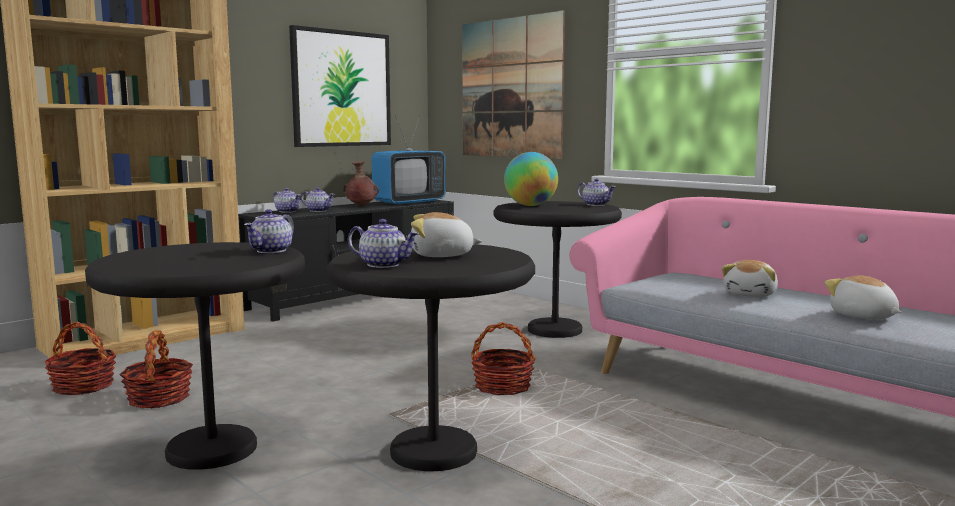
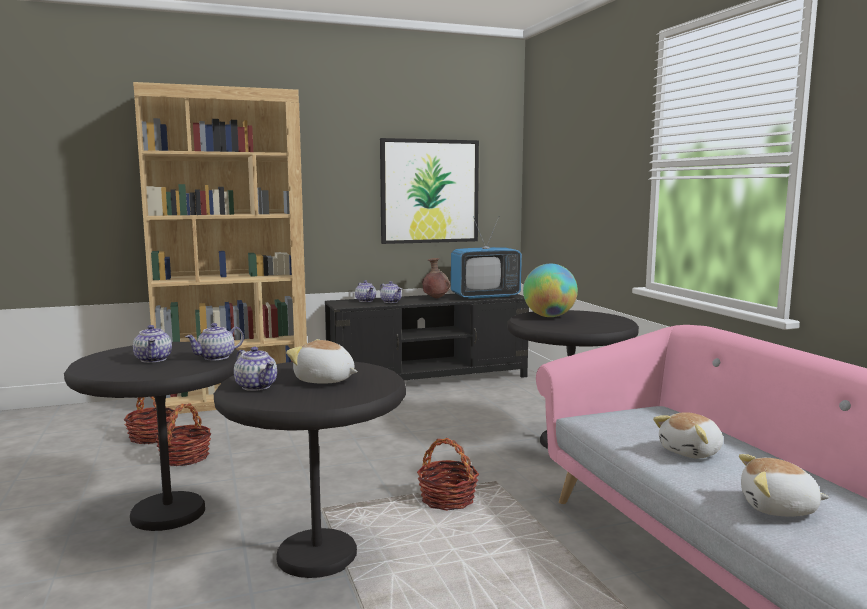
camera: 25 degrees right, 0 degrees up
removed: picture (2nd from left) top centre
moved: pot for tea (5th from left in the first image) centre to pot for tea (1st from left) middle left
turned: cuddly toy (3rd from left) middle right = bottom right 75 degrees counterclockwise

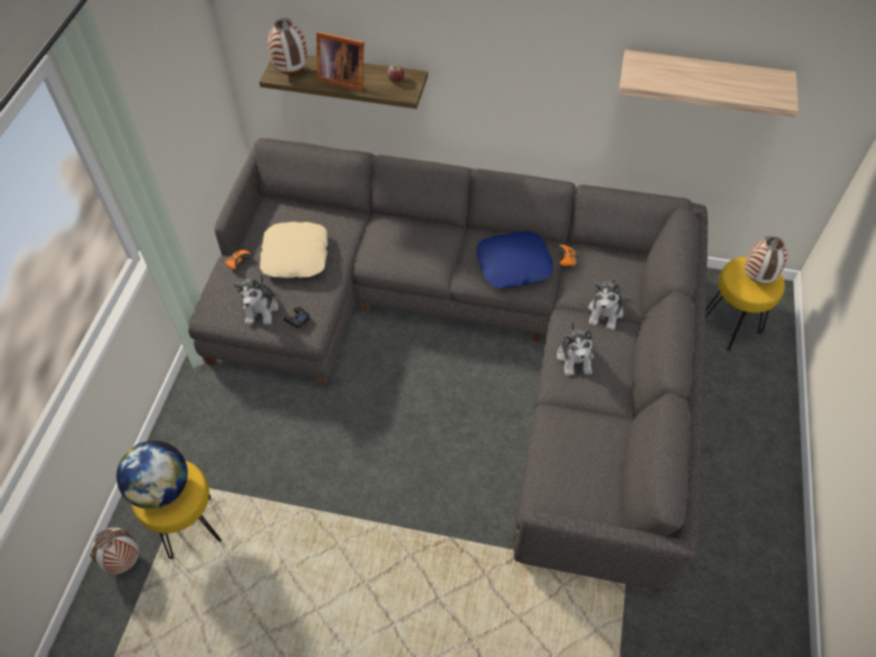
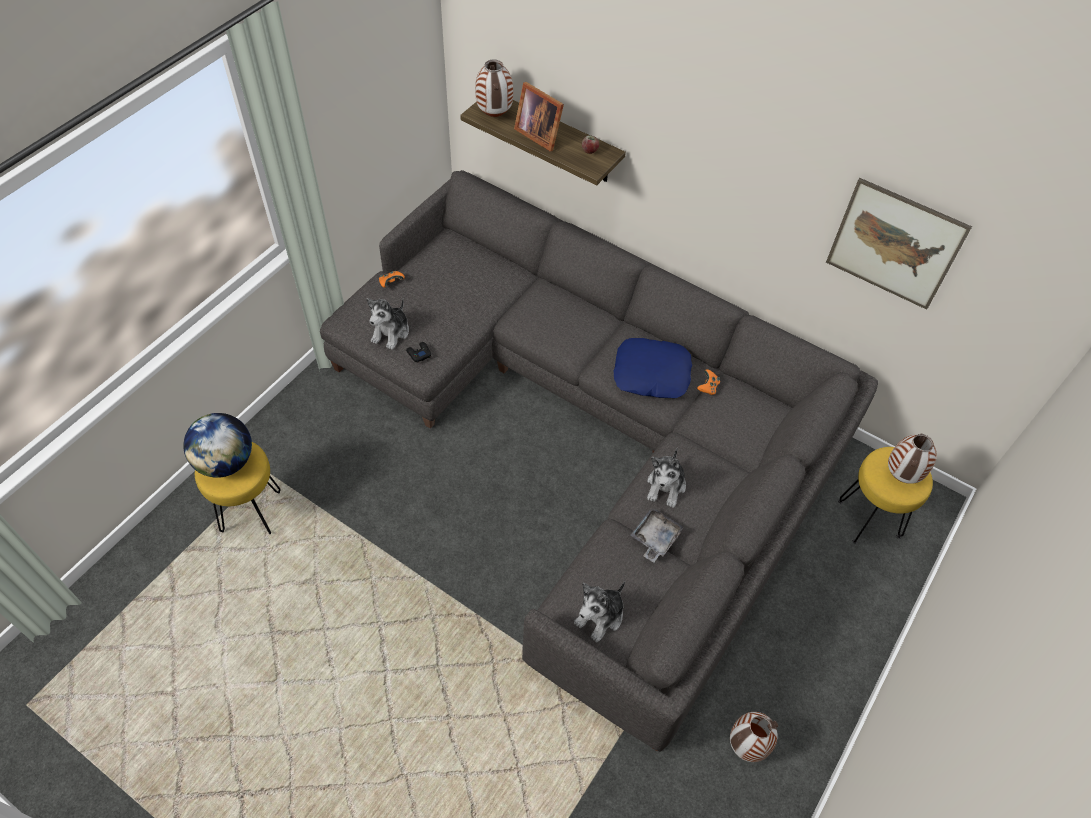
camera: 20 degrees right, 0 degrees up
removed: throw pillow in sand-coloured centre
added: serving tray in grey centre
moved: vase (1st from left in the first image) bottom left to vase (2nd from left) bottom right; cuddly toy (3rd from left in the first image) middle right to cuddly toy (2nd from left) bottom centre
replaced: shelf (2nd from left) top right to picture top right

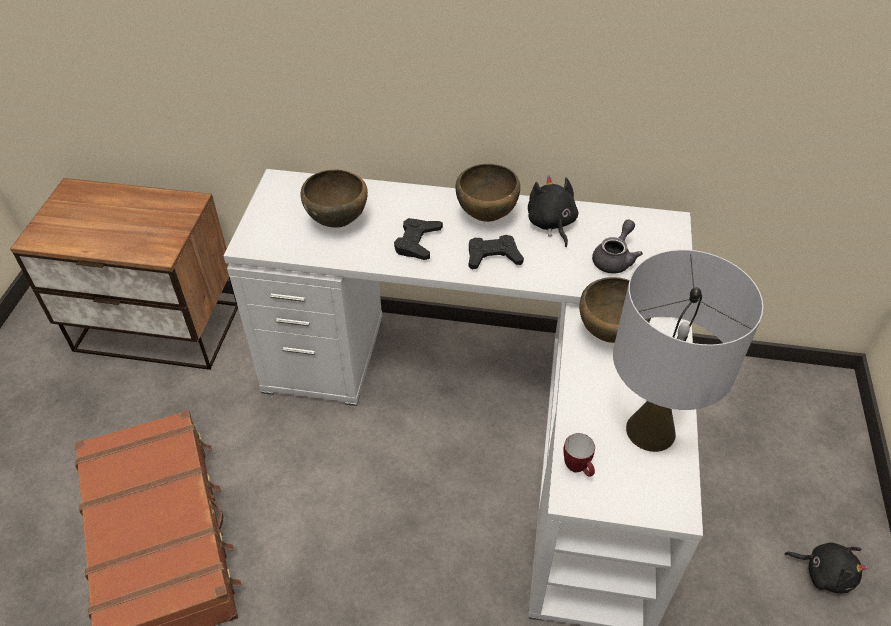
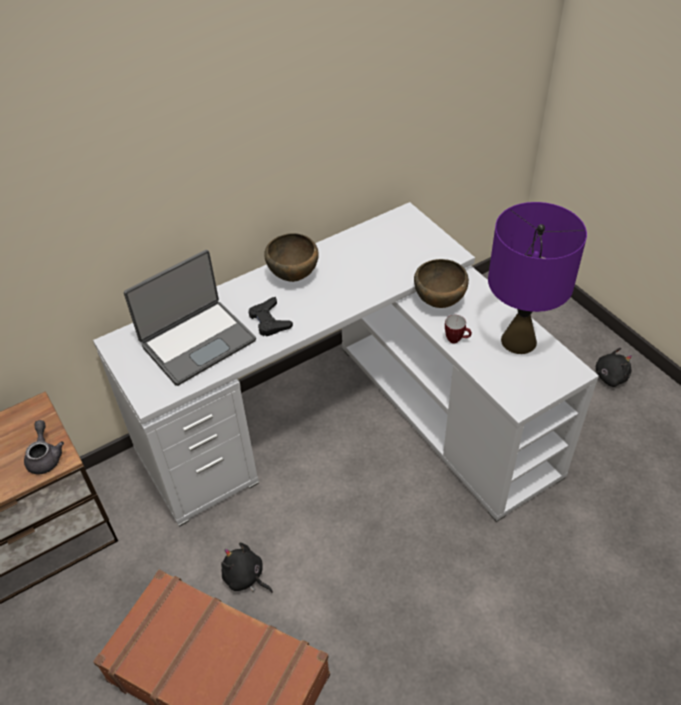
camera: 40 degrees left, 0 degrees up
removed: joypad in black-coloured (2nd from left) centre
moved: cuddly toy in black-coloured (1st from left) centre to bottom centre; coffee mug bottom centre to middle right; pot for tea in grey middle right to middle left
replaced: serving bowl in brown-coloured (1st from left) top centre to portable computer middle left
recoloured: table lamp in grey middle right to table lamp in purplish middle right

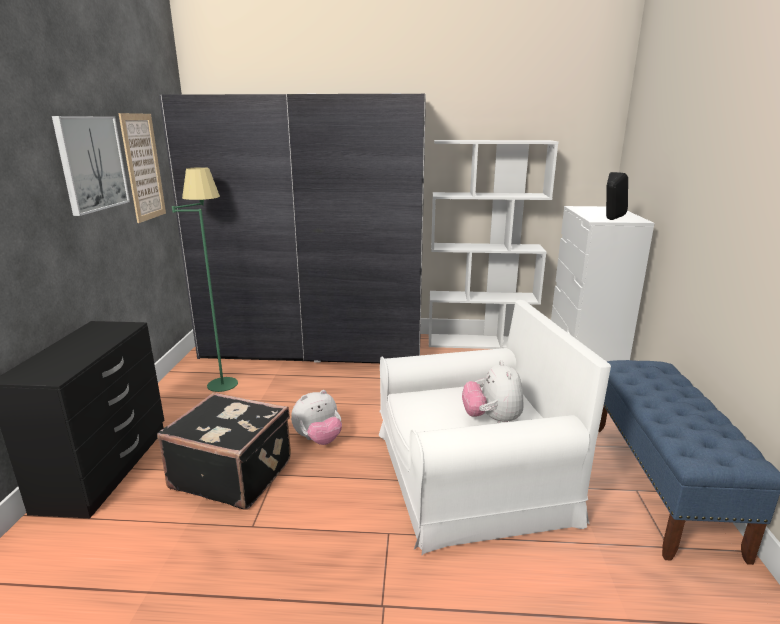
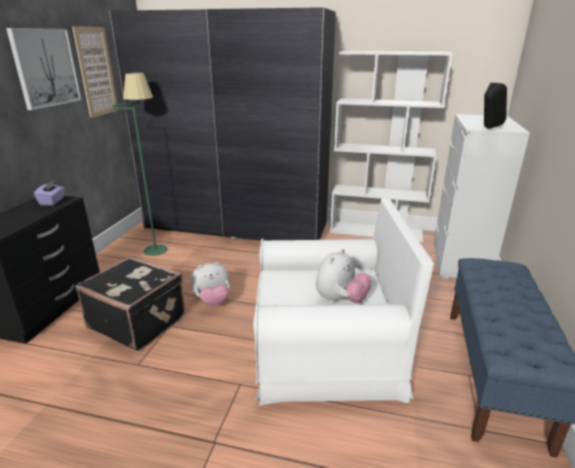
camera: 10 degrees right, 5 degrees up
added: tissue box in purplish middle left
turned: cuddly toy (2nd from left) centre = centre 150 degrees counterclockwise

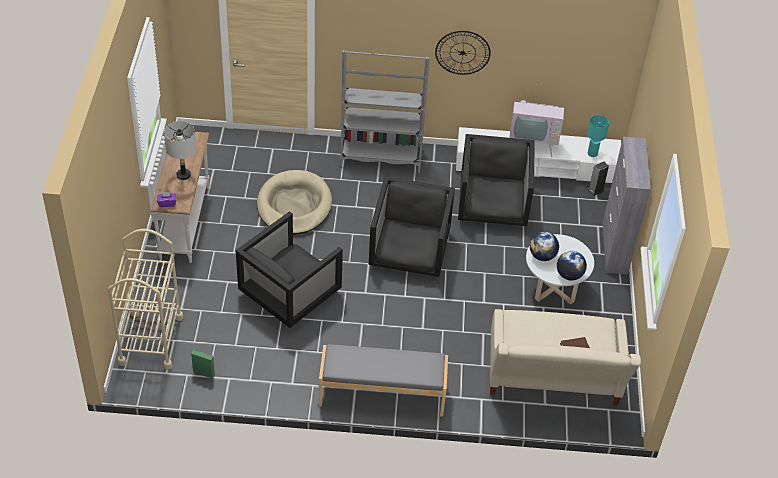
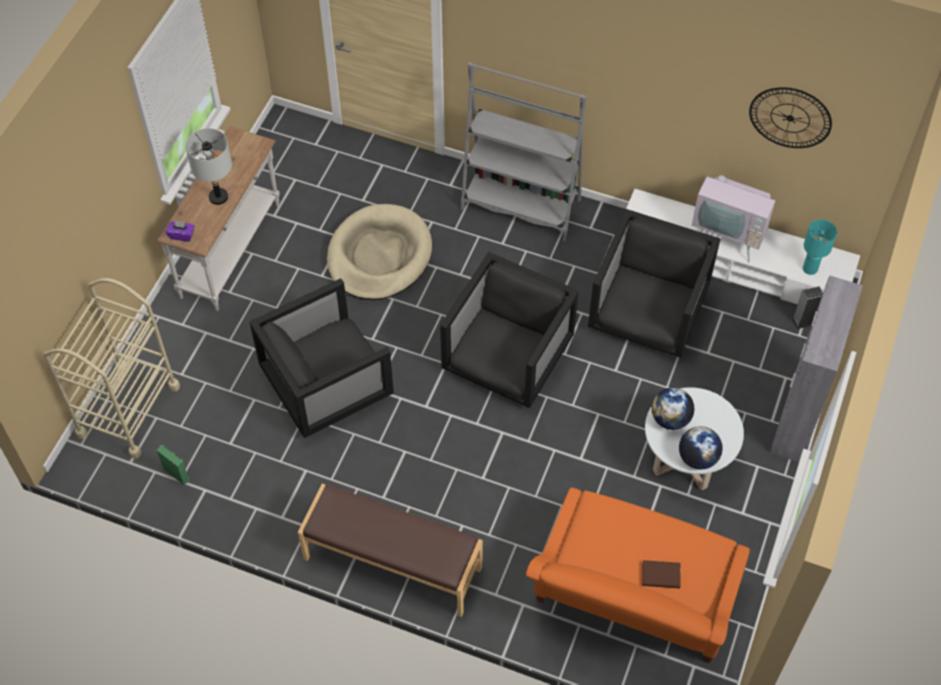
camera: 20 degrees right, 10 degrees up
moved: hanging clock top centre to top right
recoloured: long seat in grey bottom centre to long seat in brown-coloured bottom centre; settee in sand-coloured bottom right to settee in orange-coloured bottom right

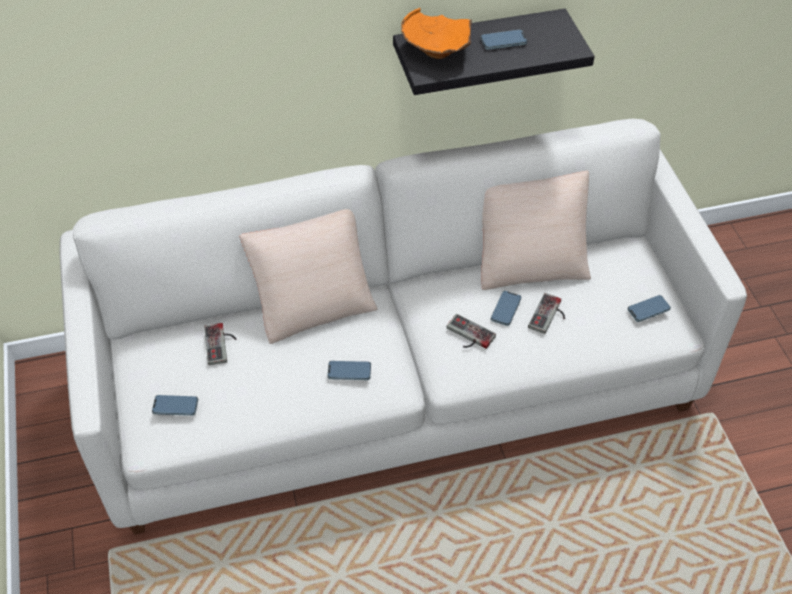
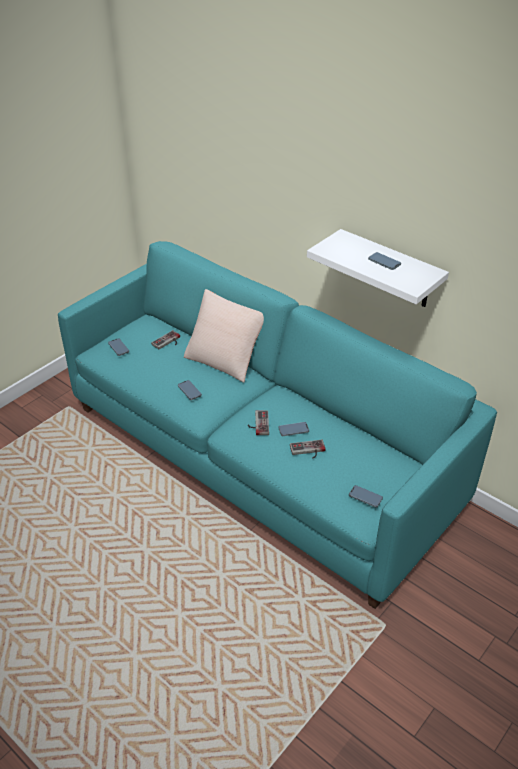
camera: 55 degrees right, 10 degrees down
removed: serving bowl in orange-coloured top centre; throw pillow in sand-coloured (2nd from left) middle right
recoloured: settee in white-coloured centre to settee in turquoise-coloured centre; shelf in black-coloured top centre to shelf in white-coloured middle right

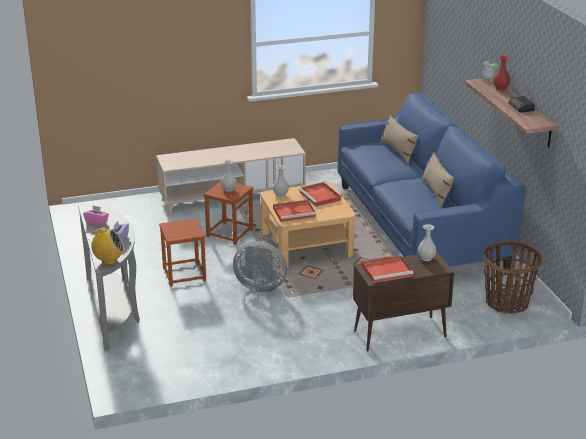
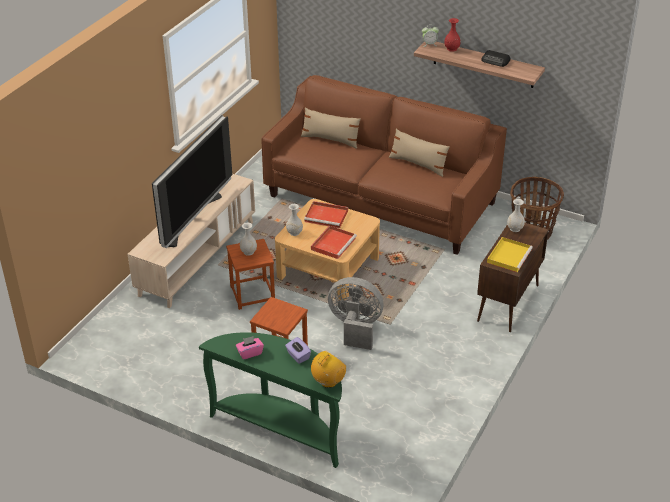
camera: 45 degrees left, 10 degrees up
added: TV set middle left
recoloured: hall table in grey middle left to hall table in greenish bottom centre; settee in bluish middle right to settee in brown-coloured top centre; serving tray in red (3rd from left) centre to serving tray in yellow middle right
turned: fan in grey centre = centre 135 degrees counterclockwise

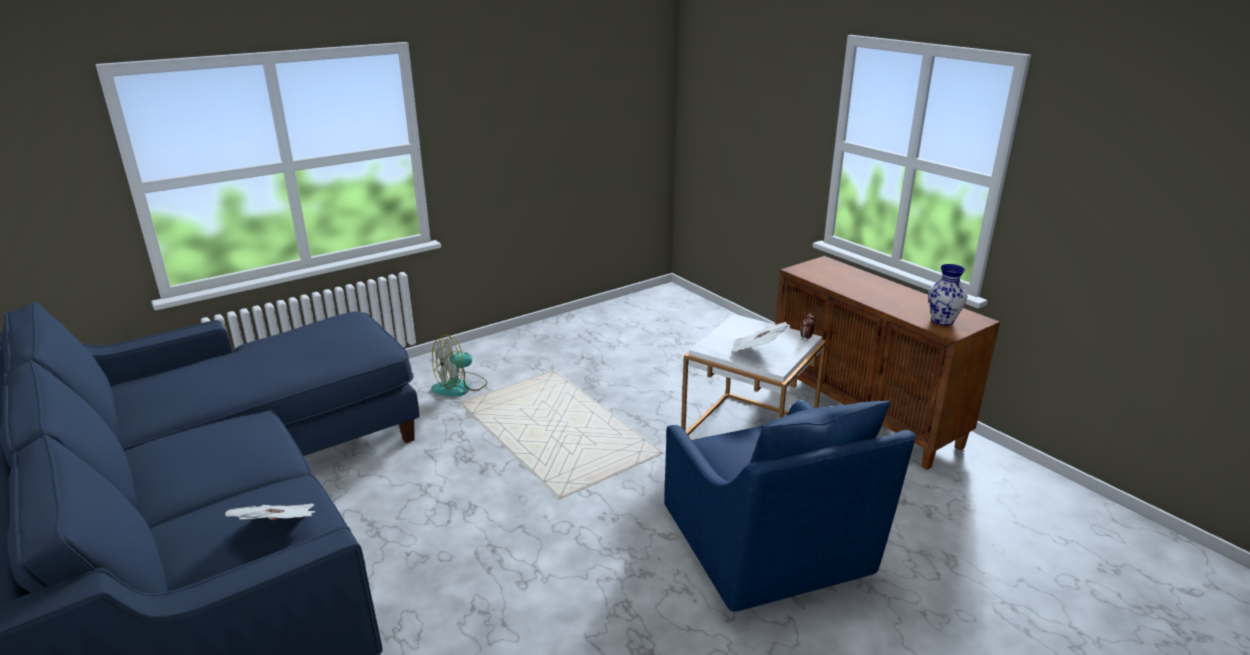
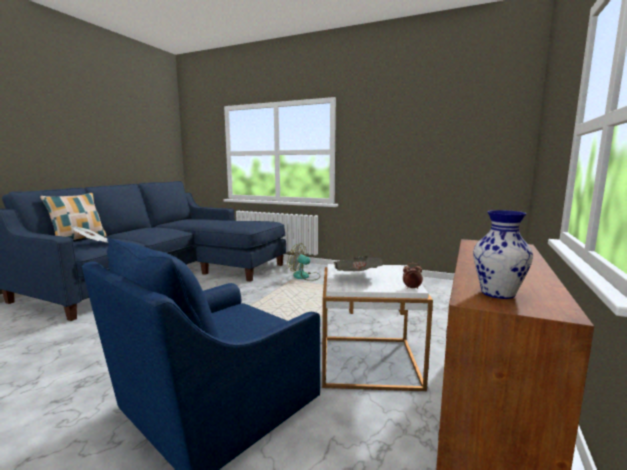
camera: 60 degrees right, 15 degrees down
added: throw pillow middle left

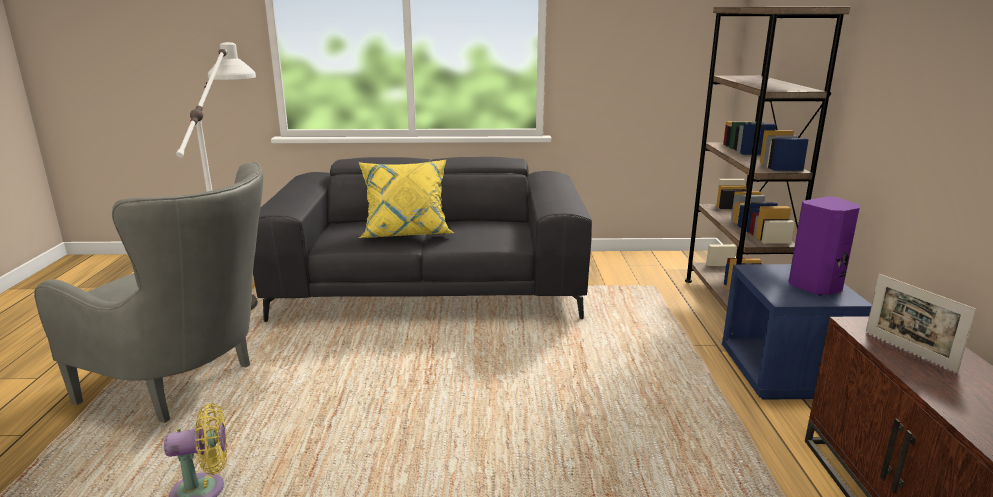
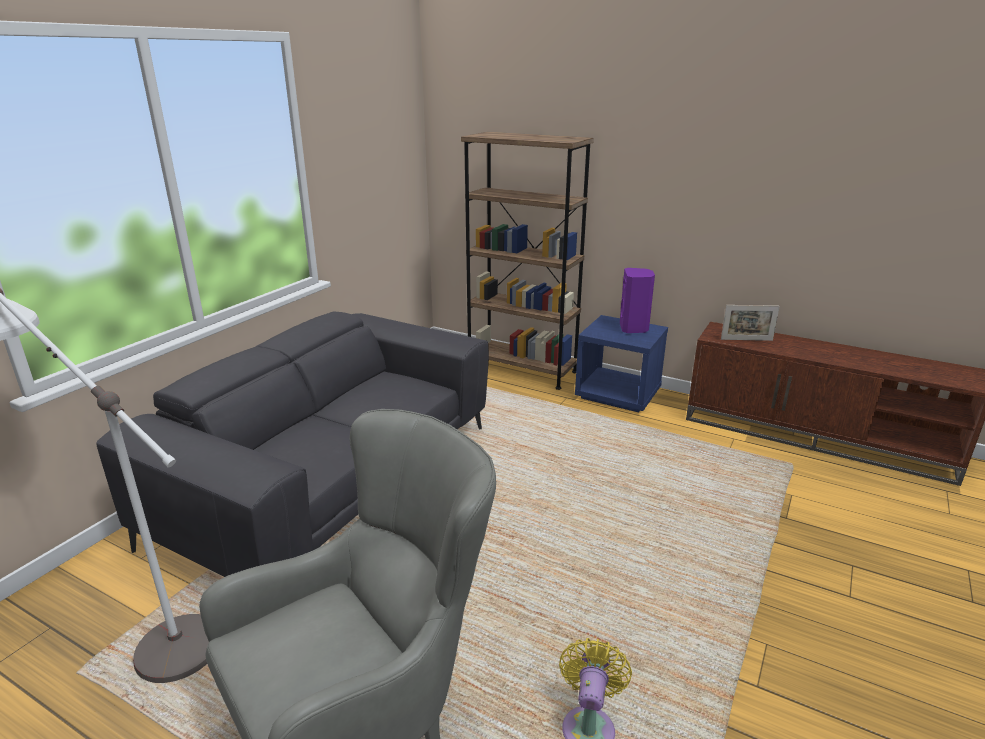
camera: 60 degrees left, 5 degrees up
removed: throw pillow in yellow centre

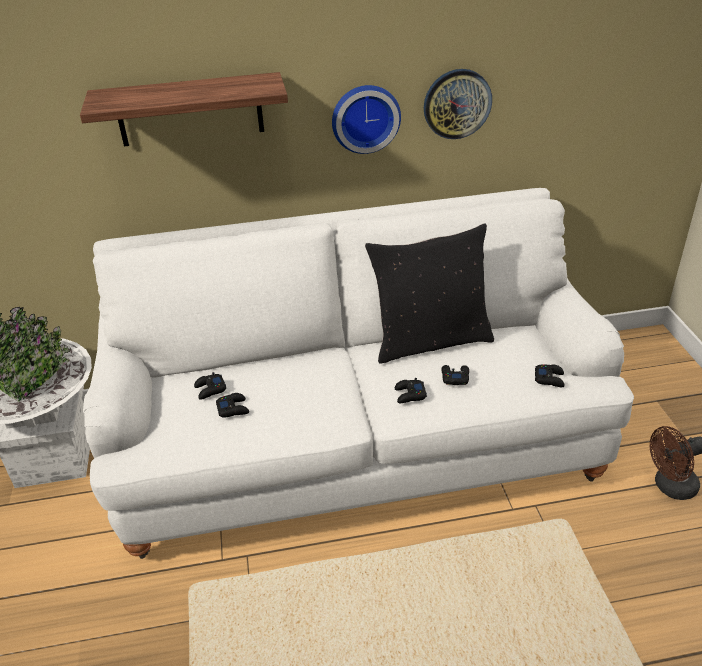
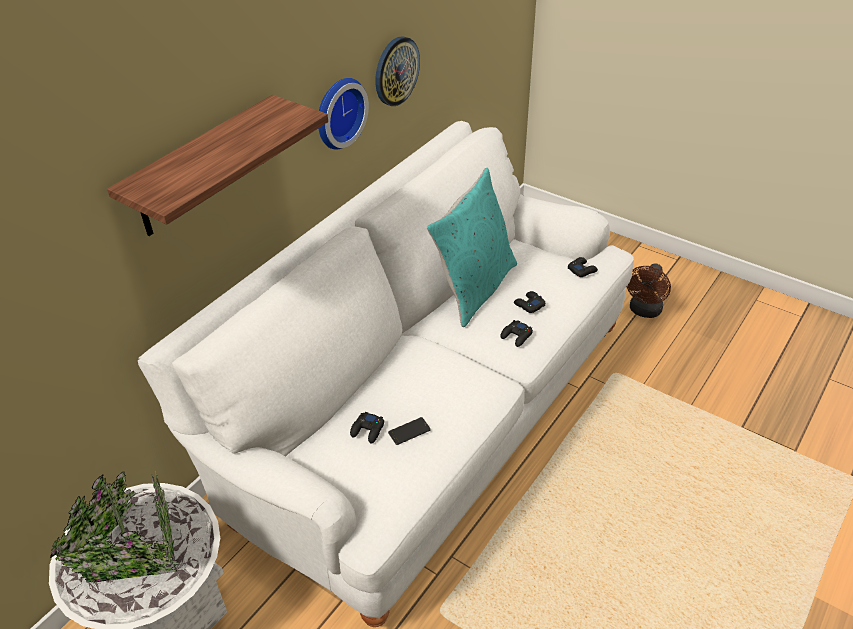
camera: 45 degrees left, 5 degrees up
replaced: joypad in black-coloured (2nd from left) middle left to handset bottom centre
recoloured: throw pillow in black-coloured centre to throw pillow in turquoise-coloured centre

